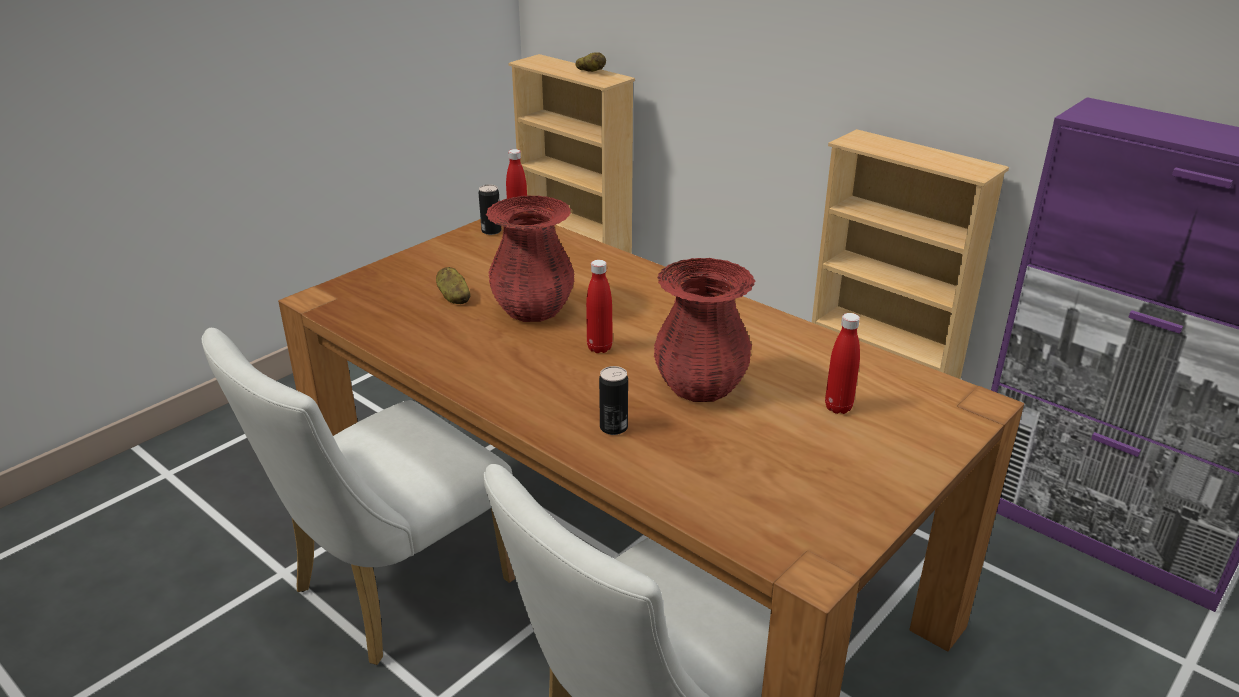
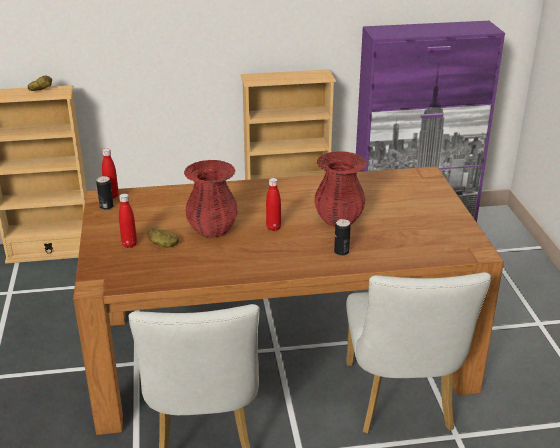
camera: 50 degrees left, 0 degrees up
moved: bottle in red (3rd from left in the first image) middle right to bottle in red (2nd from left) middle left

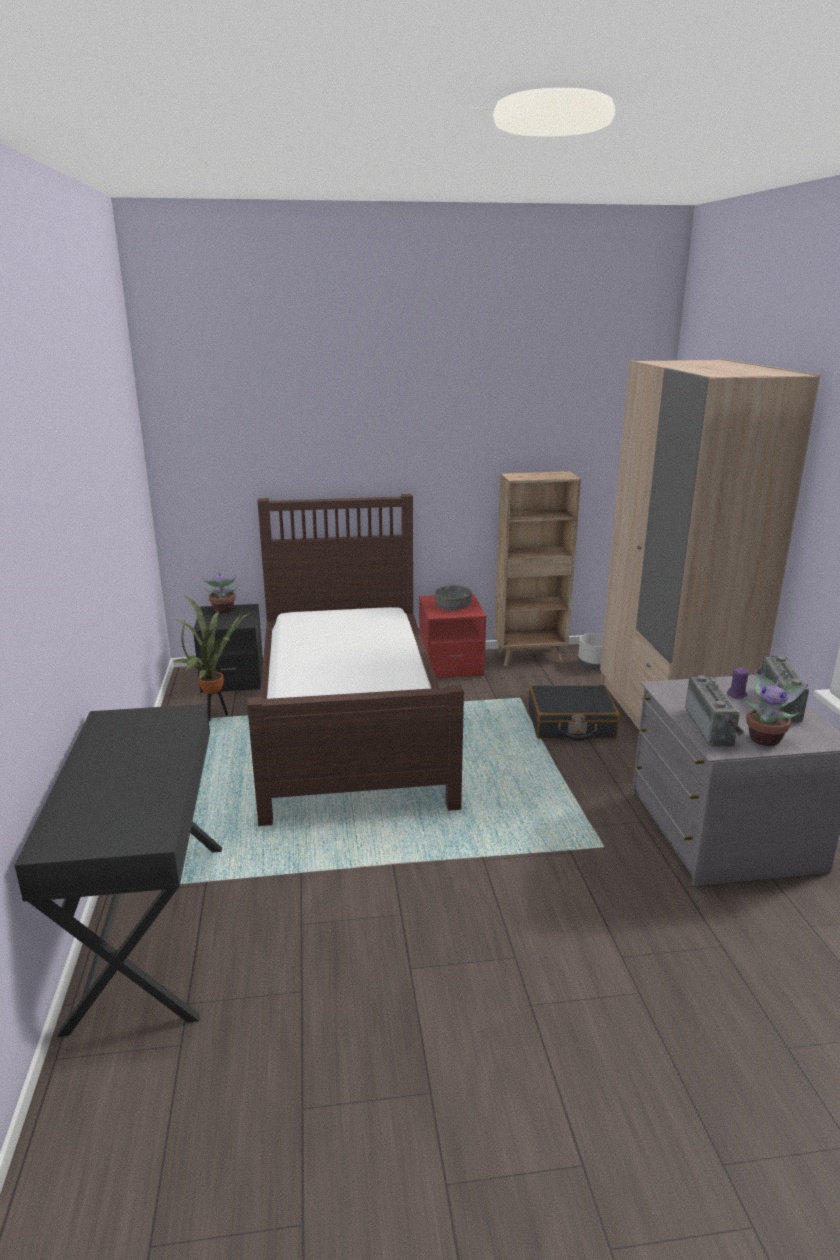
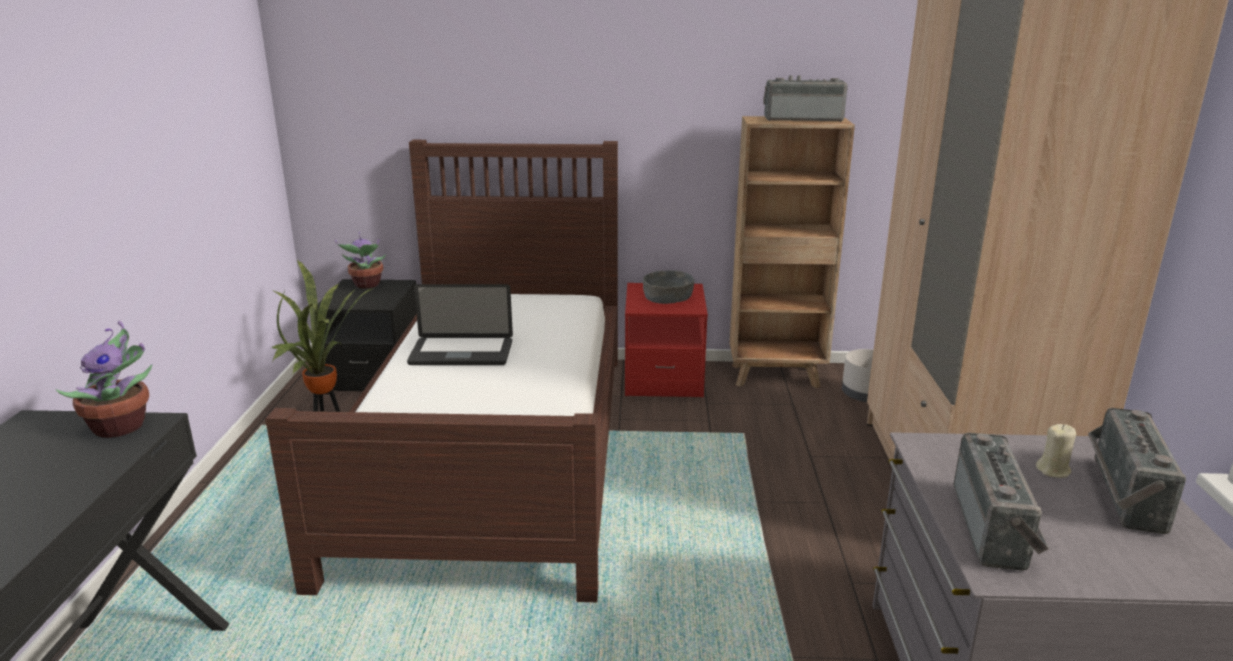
camera: 10 degrees right, 0 degrees up
removed: suitcase in black-coloured middle right
added: portable computer centre; radio (1st from left) top centre
moved: potted plant (3rd from left in the first image) middle right to potted plant (1st from left) middle left
recoloured: wax light in purplish middle right to wax light in sand-coloured bottom right

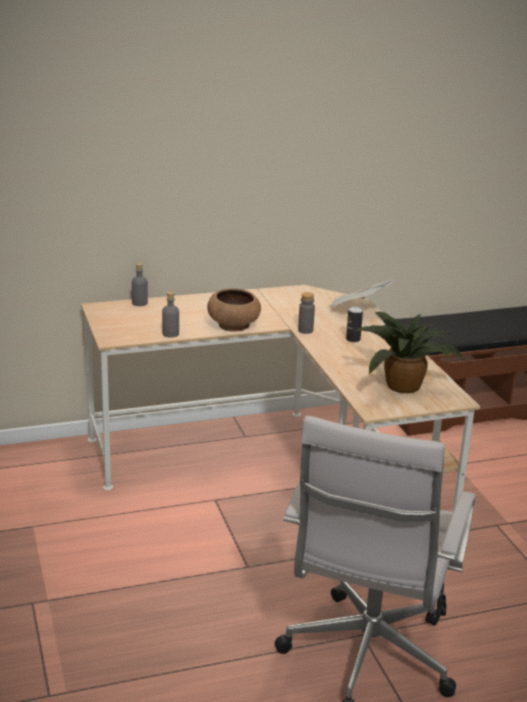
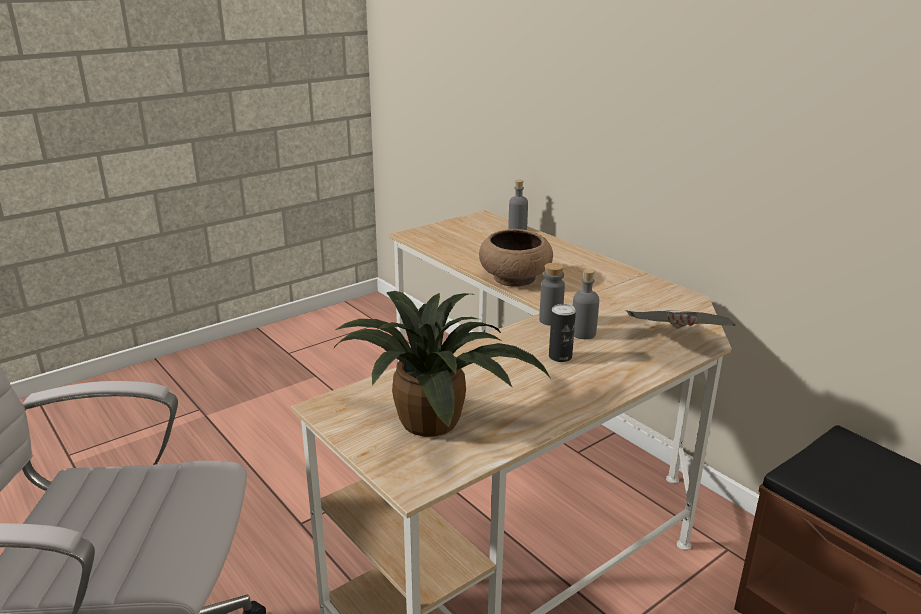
camera: 70 degrees right, 0 degrees up
moved: bottle in grey (2nd from left in the first image) middle left to bottle in grey (3rd from left) centre

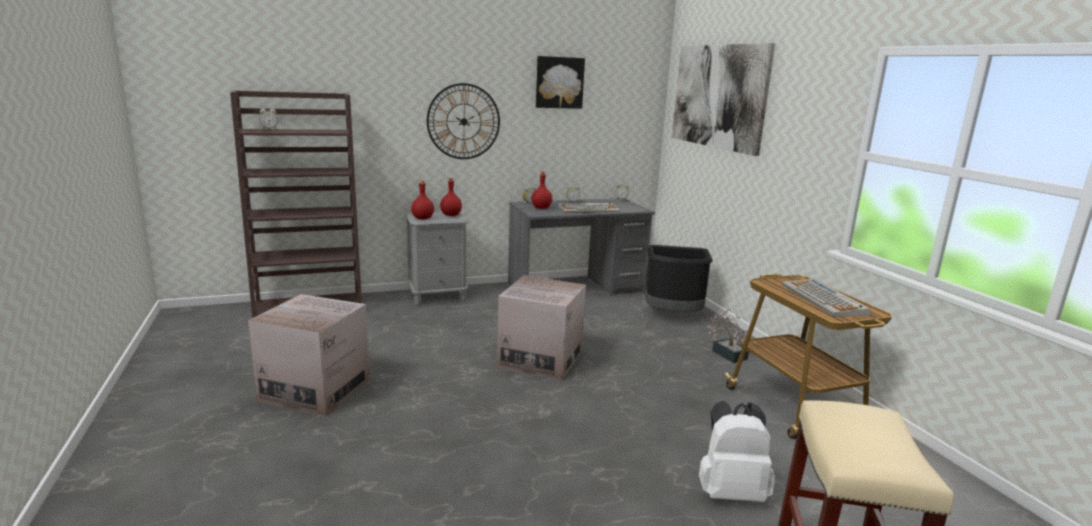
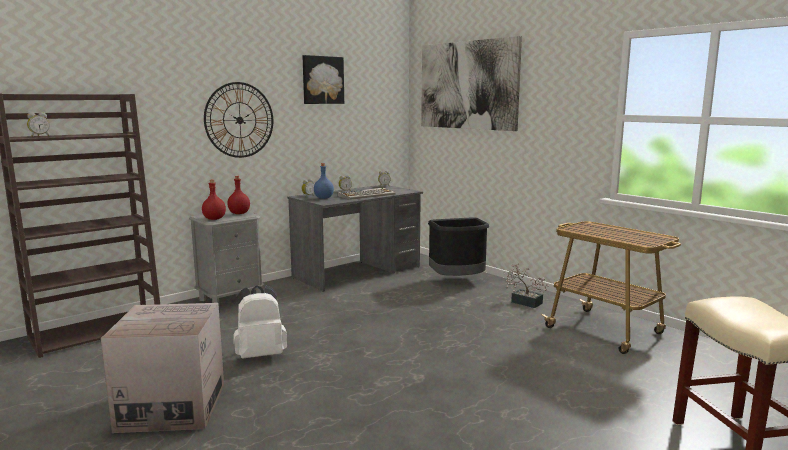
camera: 20 degrees left, 5 degrees down
removed: cardboard box (2nd from left) centre; keyboard (2nd from left) middle right
moved: rucksack in white-coloured bottom right to bottom left
recoloured: bottle in red (3rd from left) centre to bottle in bluish centre

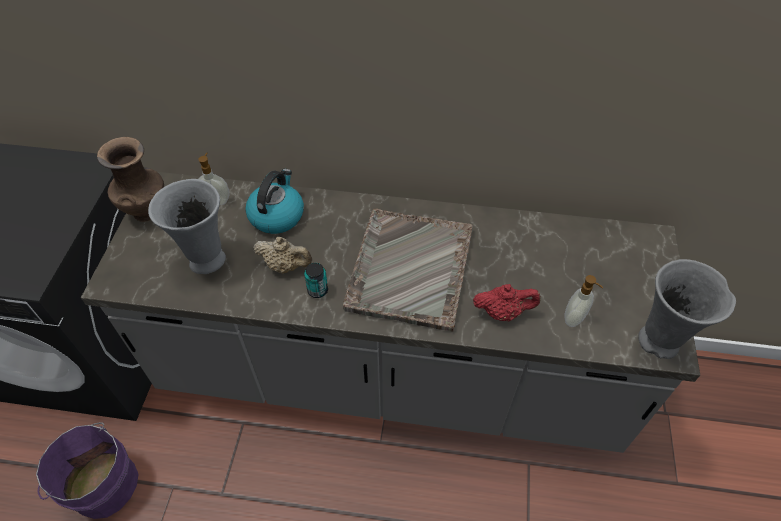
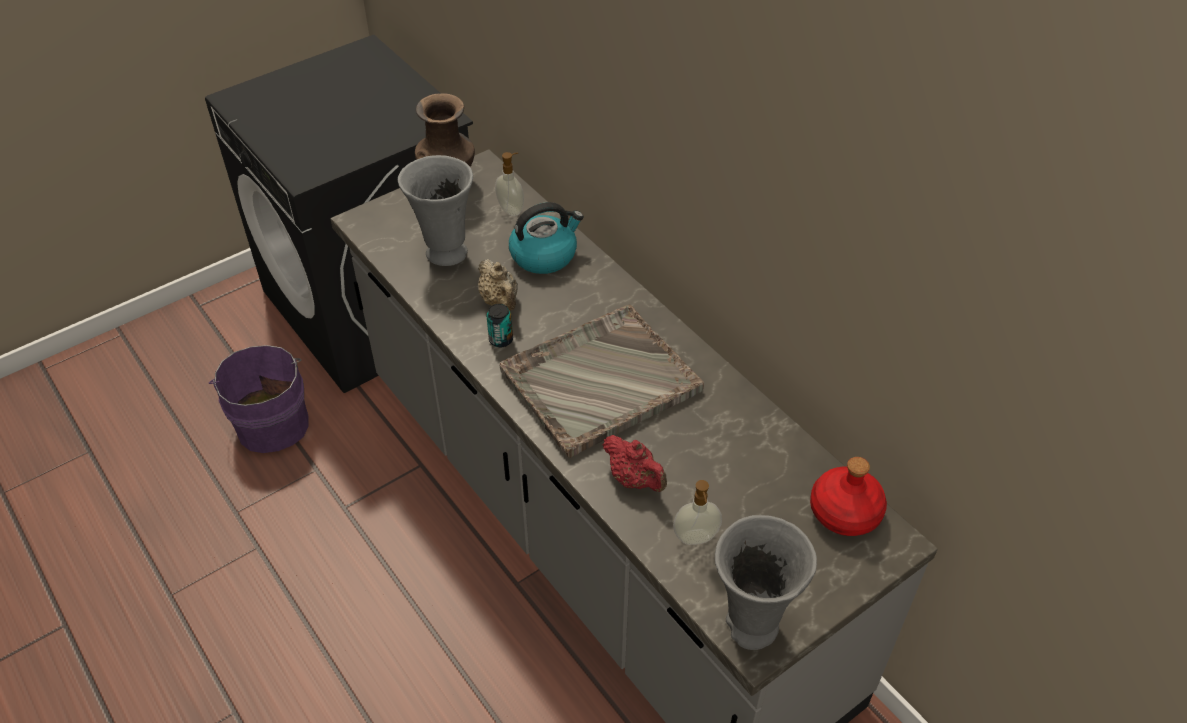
camera: 45 degrees right, 5 degrees down
added: bottle in red bottom right

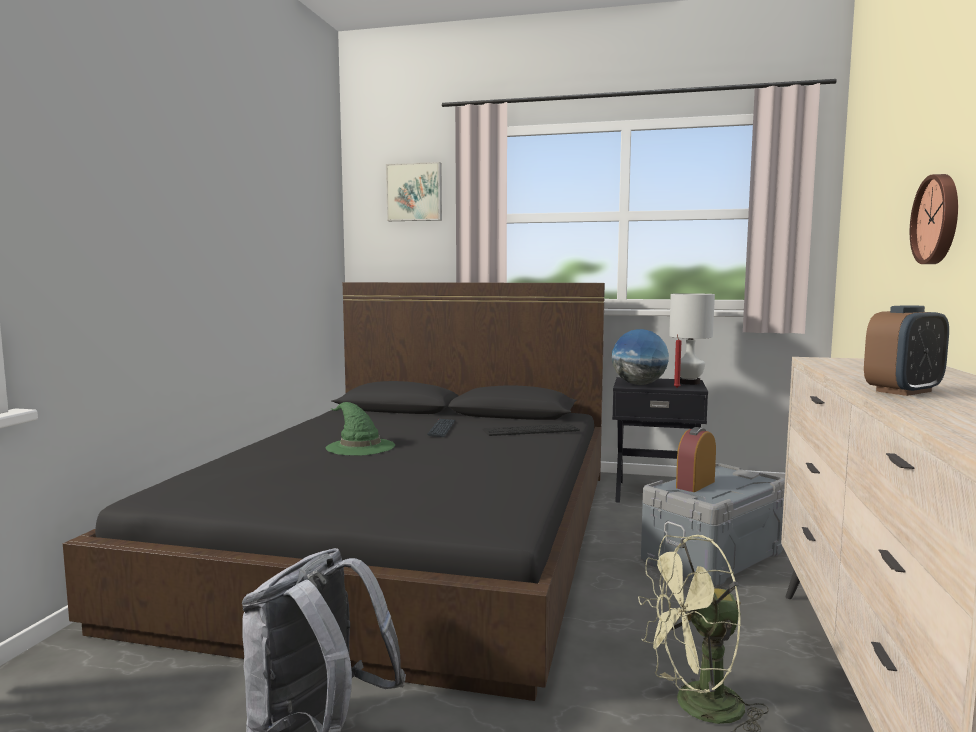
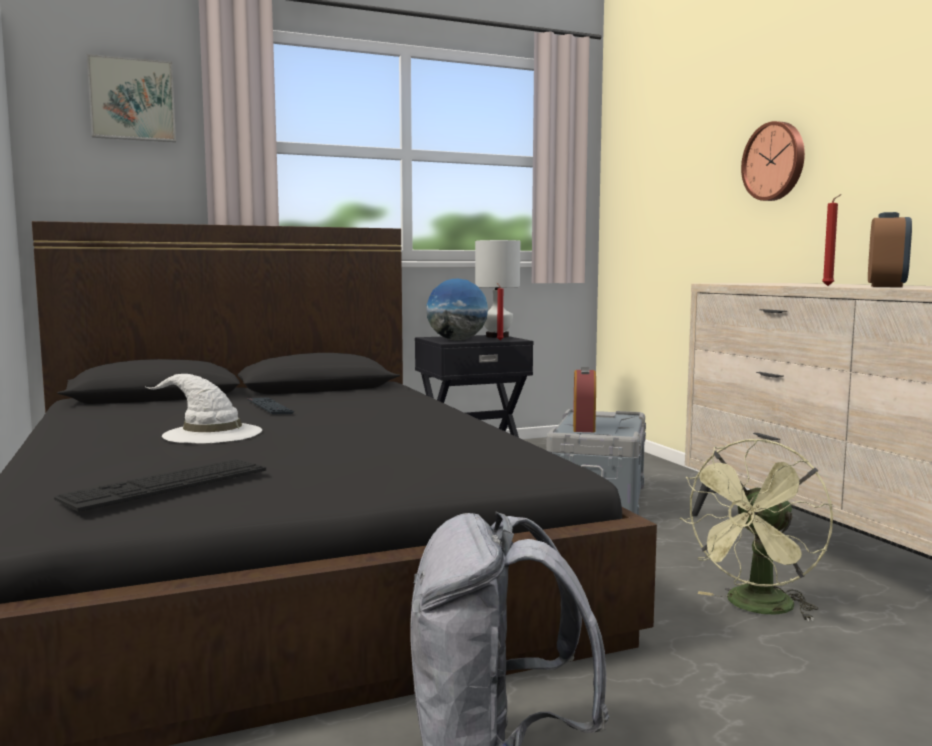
camera: 35 degrees left, 0 degrees up
added: wax light in red (2nd from left) top right
moved: keyboard (2nd from left in the first image) centre to keyboard (1st from left) middle left
recoloured: hat in greenish centre to hat in white-coloured middle left

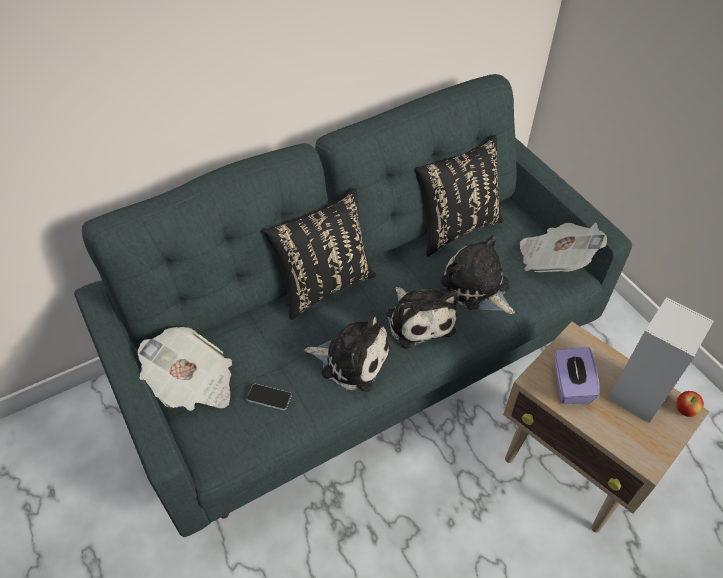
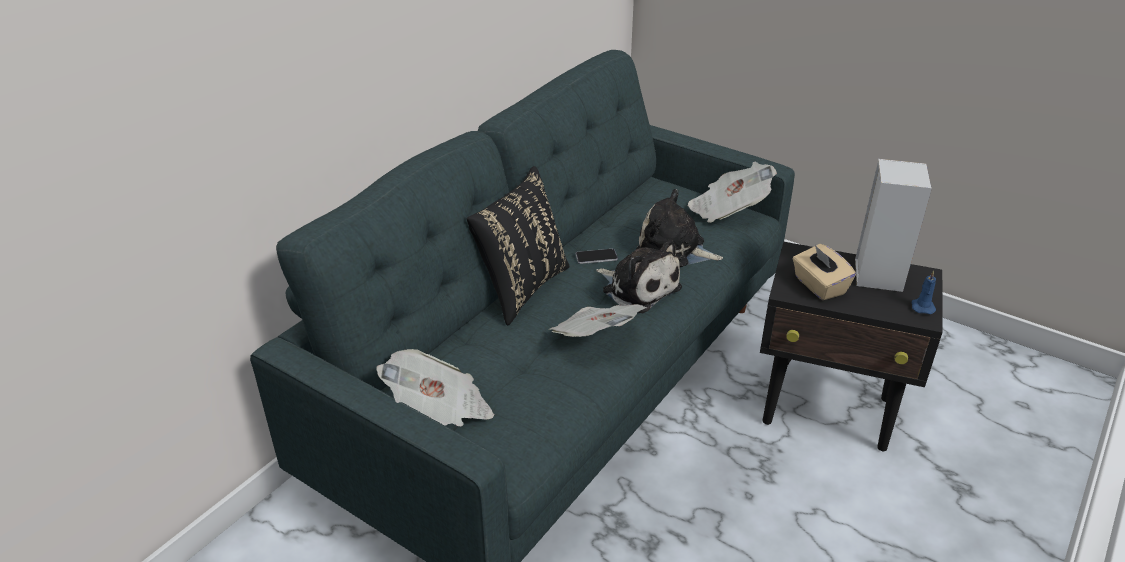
camera: 25 degrees left, 15 degrees down
removed: throw pillow in black-coloured (2nd from left) centre; apple fruit bottom right
added: wax light in bluish middle right
moved: handset bottom centre to centre
replaced: cuddly toy (1st from left) centre to daily paper (2nd from left) centre
recoloured: side table in sand-coloured bottom right to side table in black-coloured middle right; tissue box in purplish middle right to tissue box in sand-coloured middle right

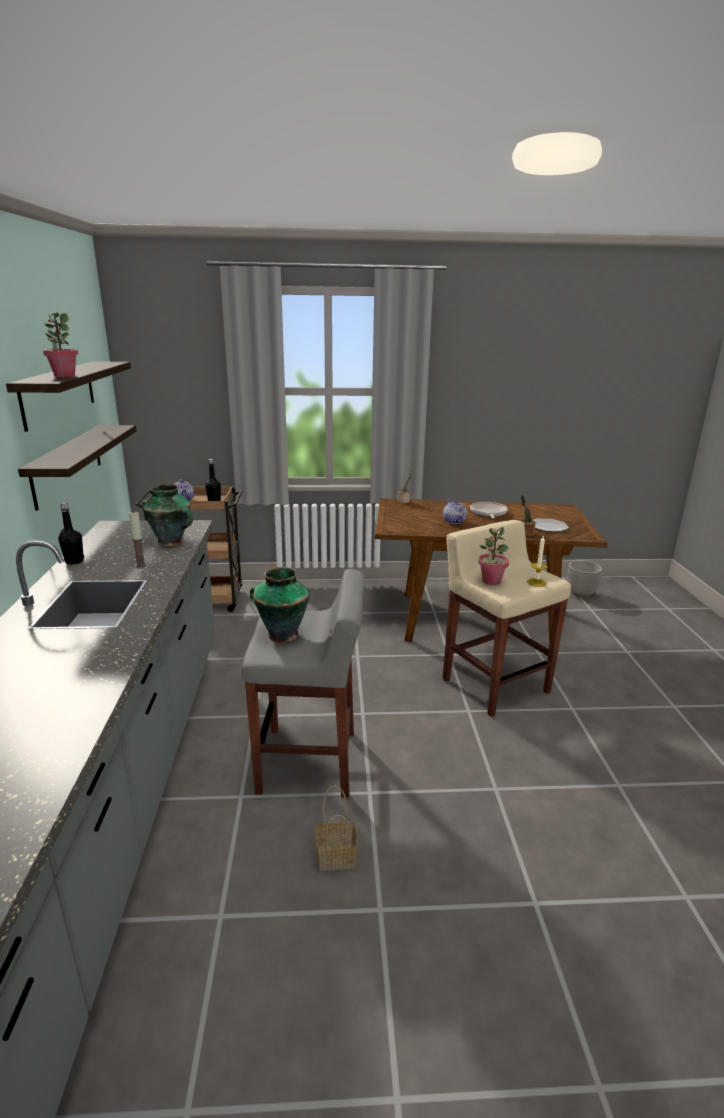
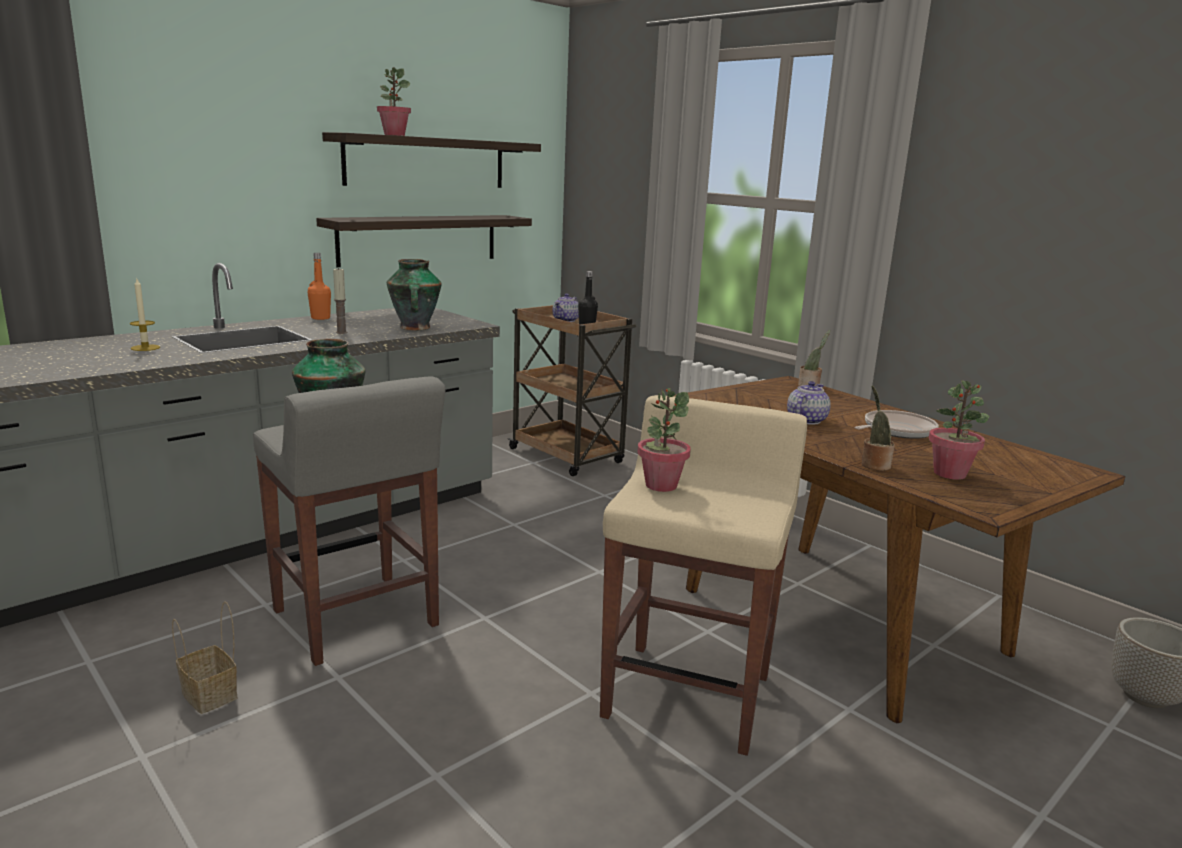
camera: 50 degrees right, 5 degrees down
moved: wax light (2nd from left in the first image) middle right to wax light (1st from left) middle left
replaced: plate middle right to potted plant (5th from left) middle right
recoloured: bottle in black-coloured (1st from left) middle left to bottle in orange-coloured middle left

